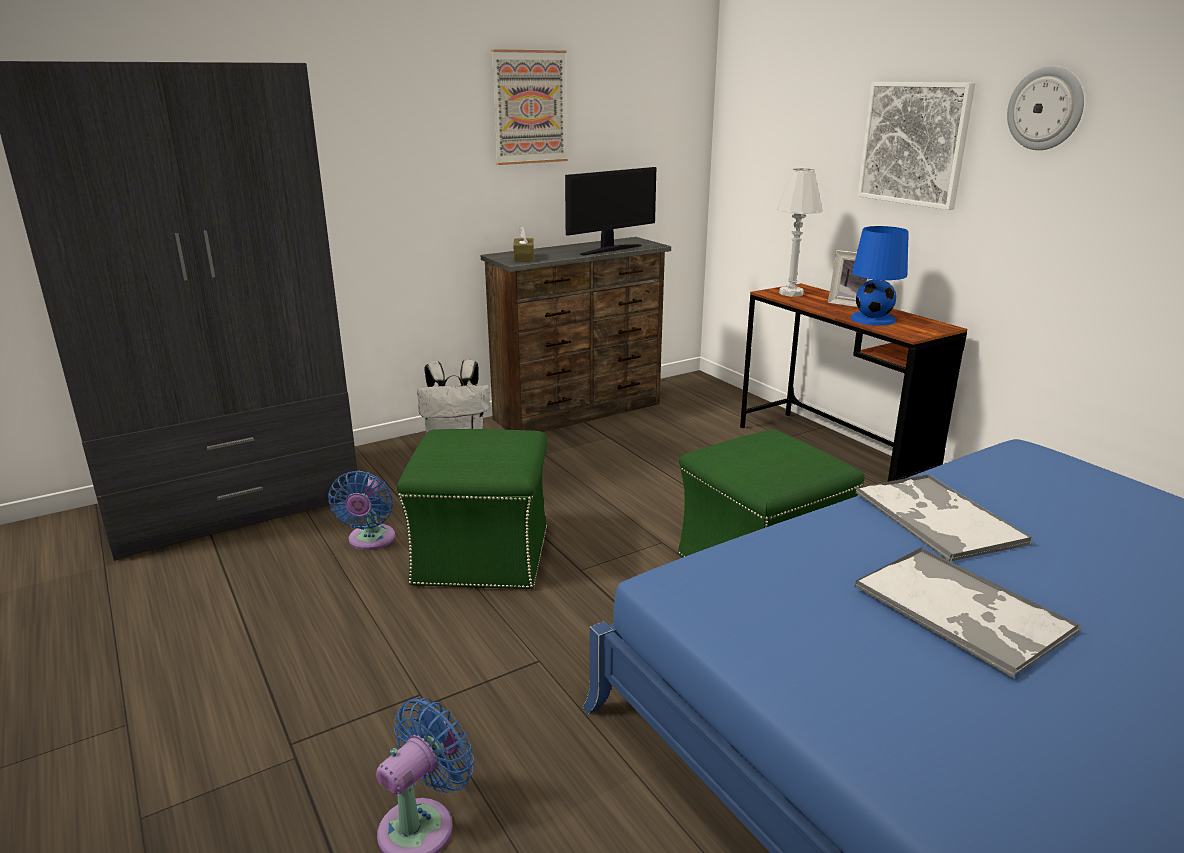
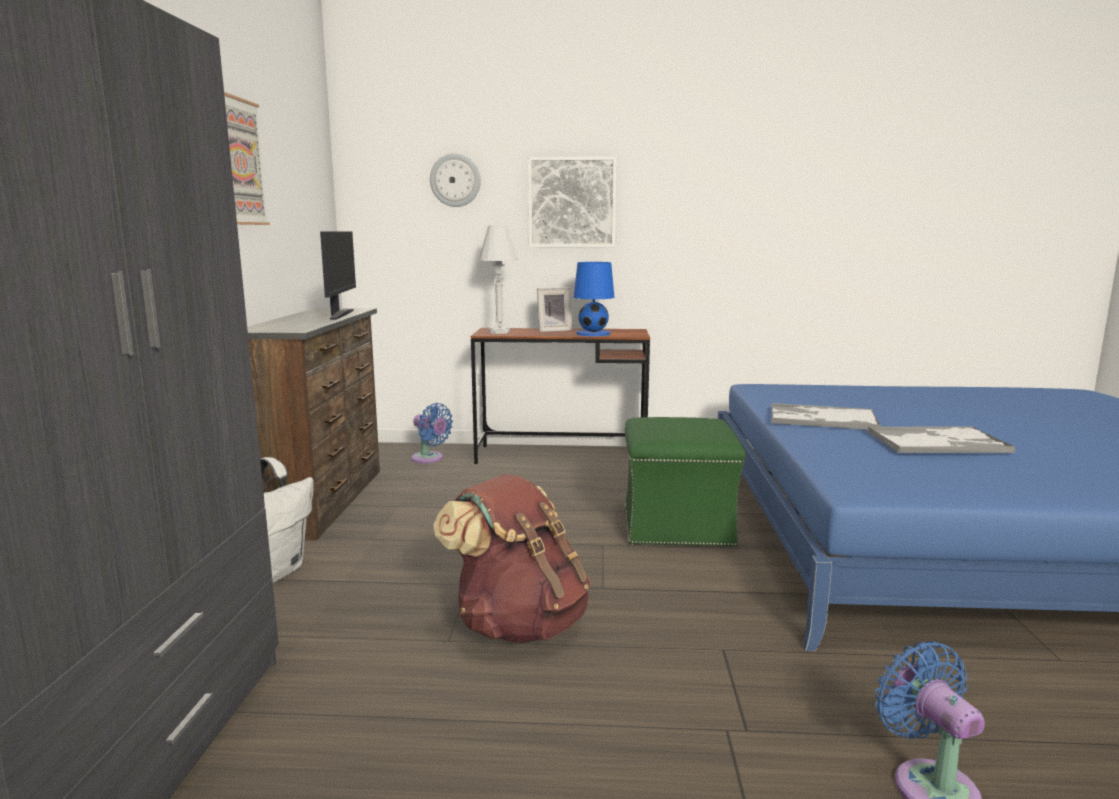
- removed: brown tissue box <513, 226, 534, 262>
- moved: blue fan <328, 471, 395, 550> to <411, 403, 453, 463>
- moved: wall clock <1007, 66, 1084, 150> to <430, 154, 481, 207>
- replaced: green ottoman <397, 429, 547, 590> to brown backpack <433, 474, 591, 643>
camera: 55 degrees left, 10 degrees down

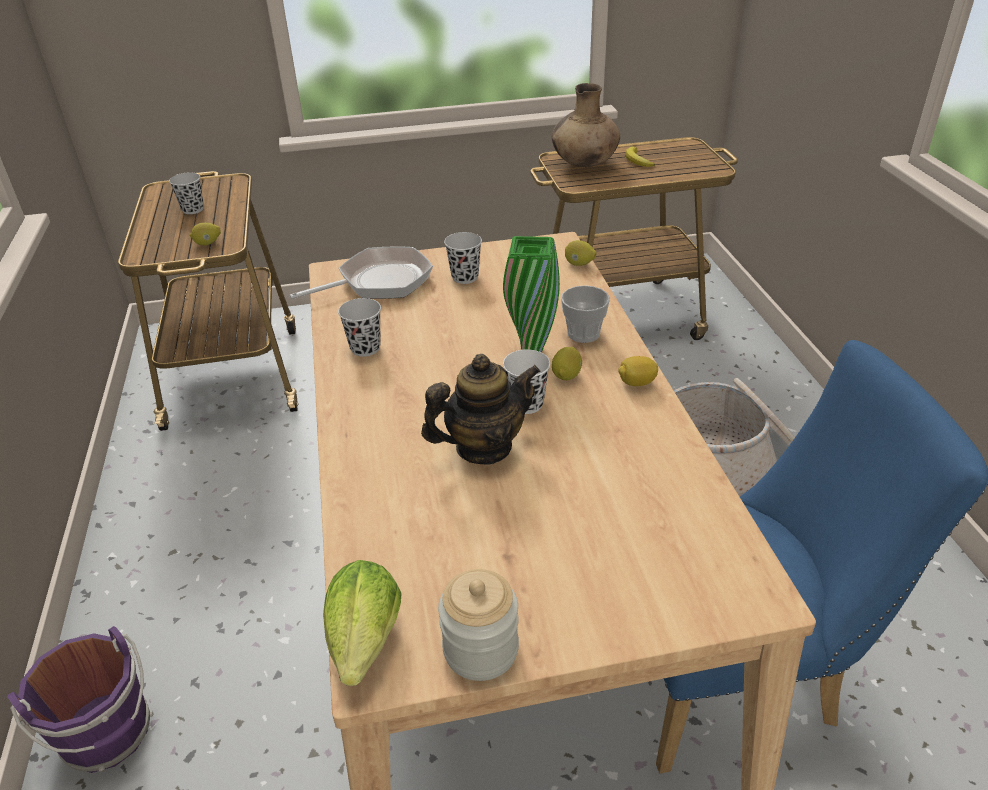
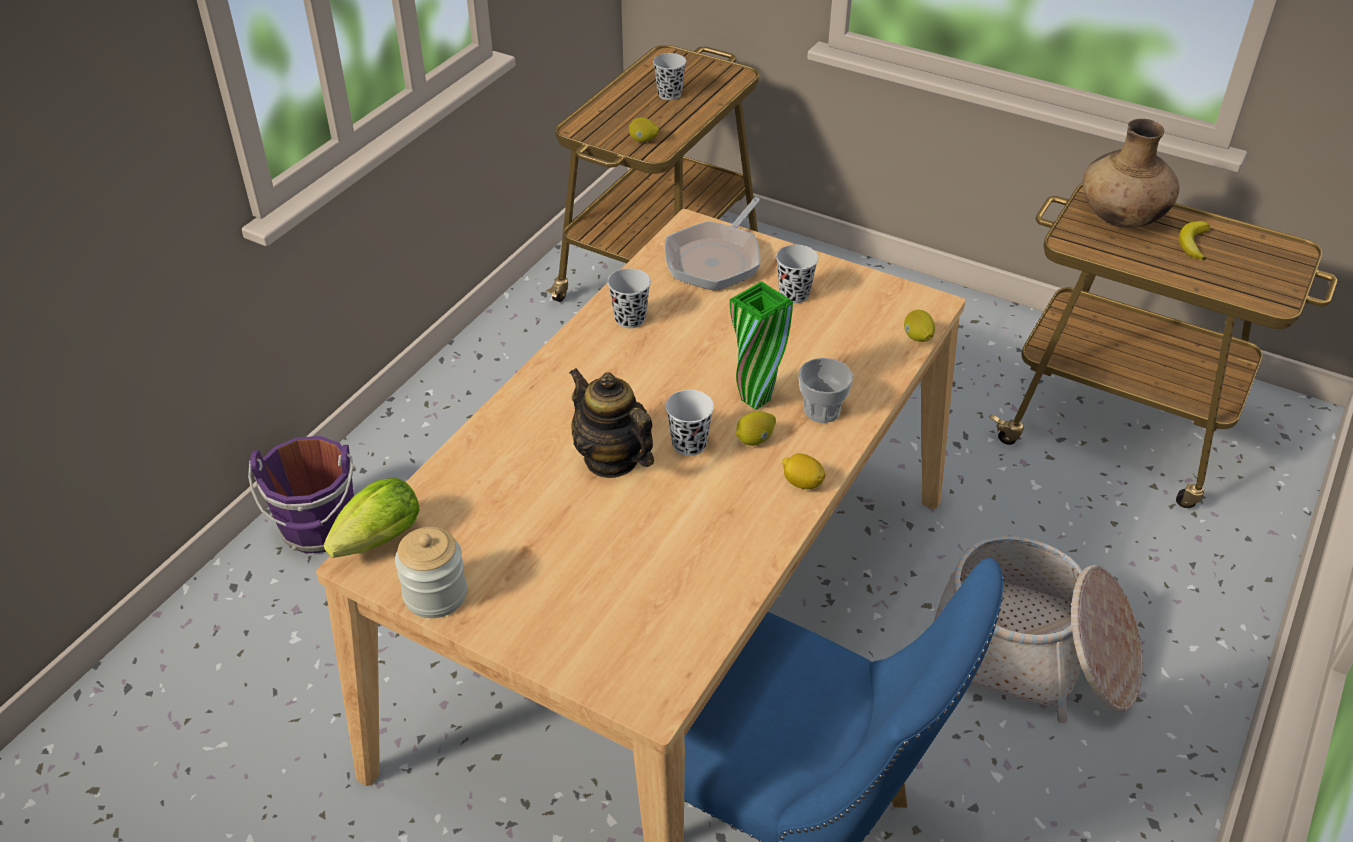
- turned: frying pan <290, 247, 433, 299> = <665, 197, 760, 291> 105 degrees clockwise
- turned: teapot <421, 354, 541, 465> = <569, 368, 654, 478> 150 degrees counterclockwise
camera: 40 degrees right, 5 degrees up

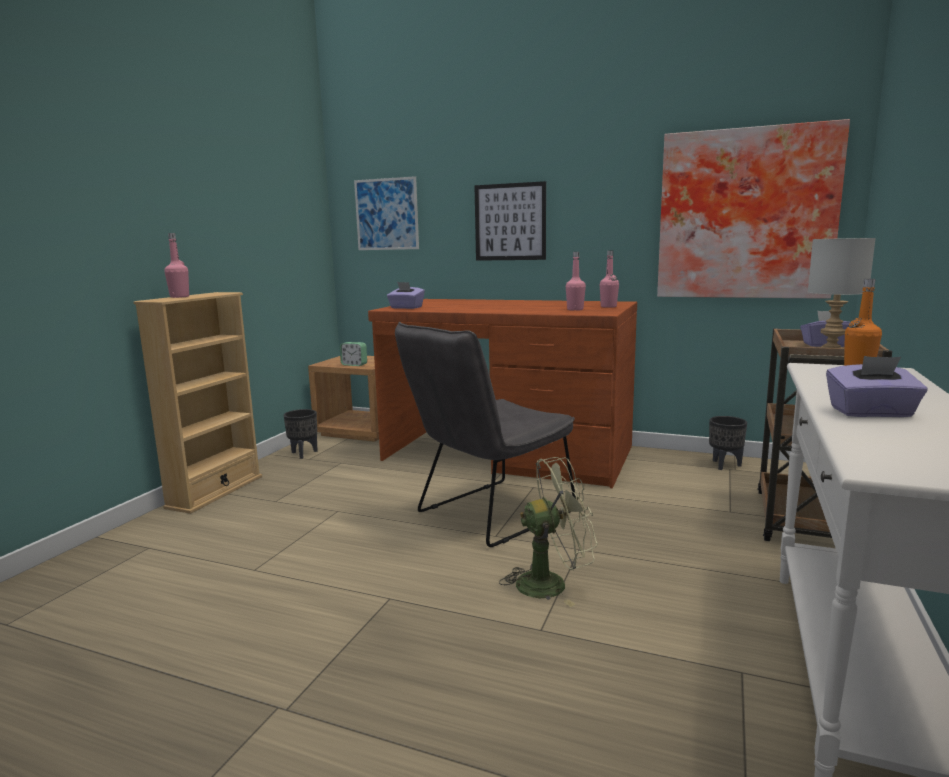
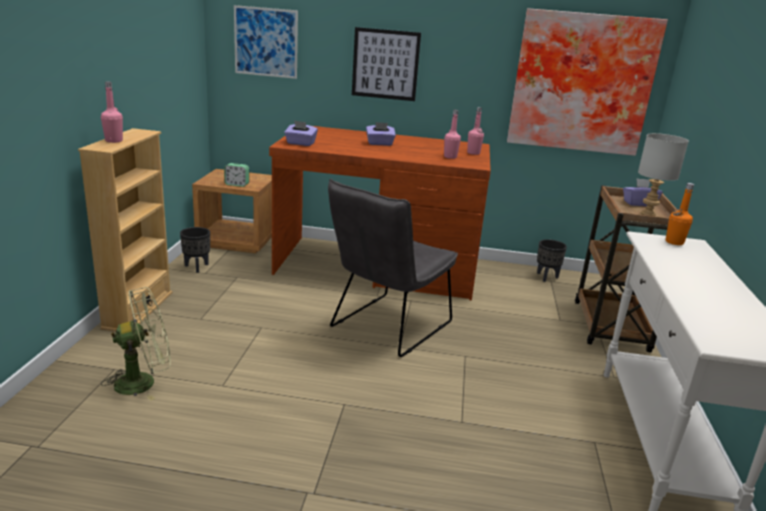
- moved: green fan <499, 457, 598, 607> to <101, 287, 171, 401>
- moved: purple tissue box <826, 356, 927, 417> to <366, 122, 396, 146>
camera: 15 degrees left, 10 degrees up

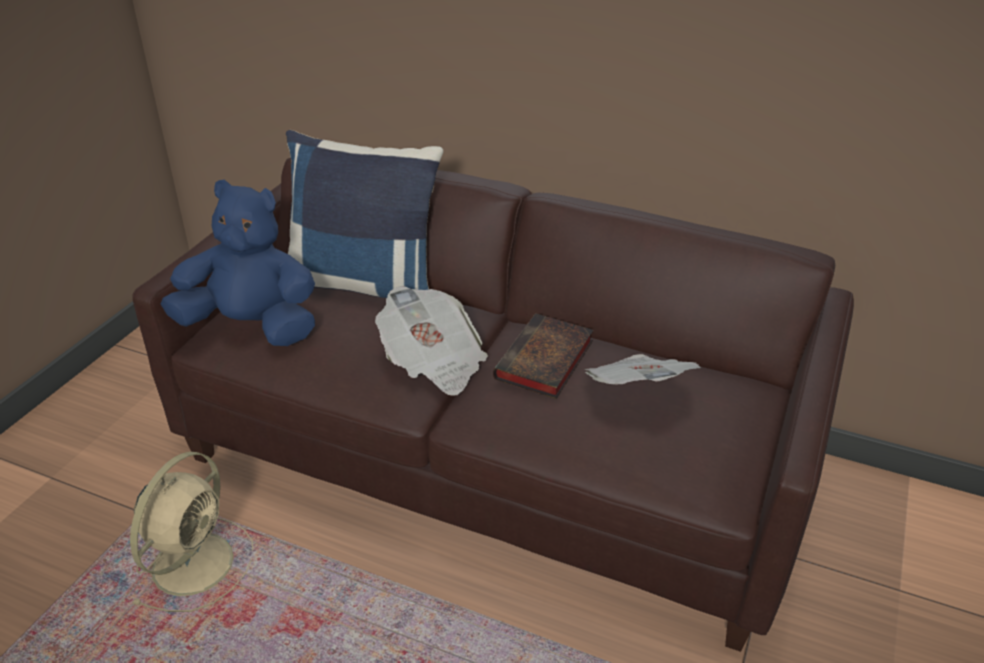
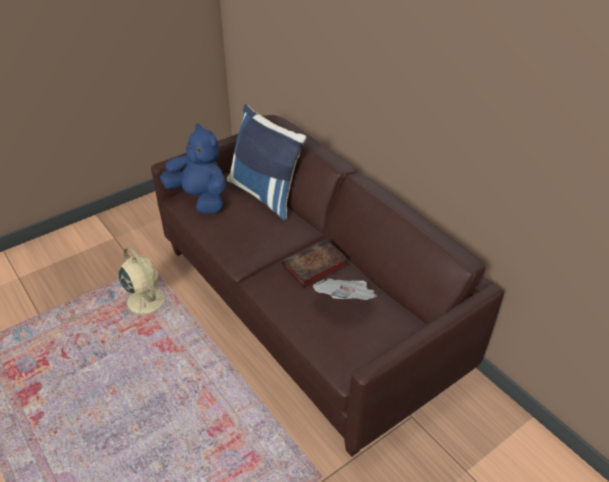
- removed: newspaper <375, 286, 488, 395>
- turned: beige fan <130, 452, 253, 612> = <116, 247, 174, 323> 90 degrees counterclockwise
camera: 30 degrees right, 5 degrees up

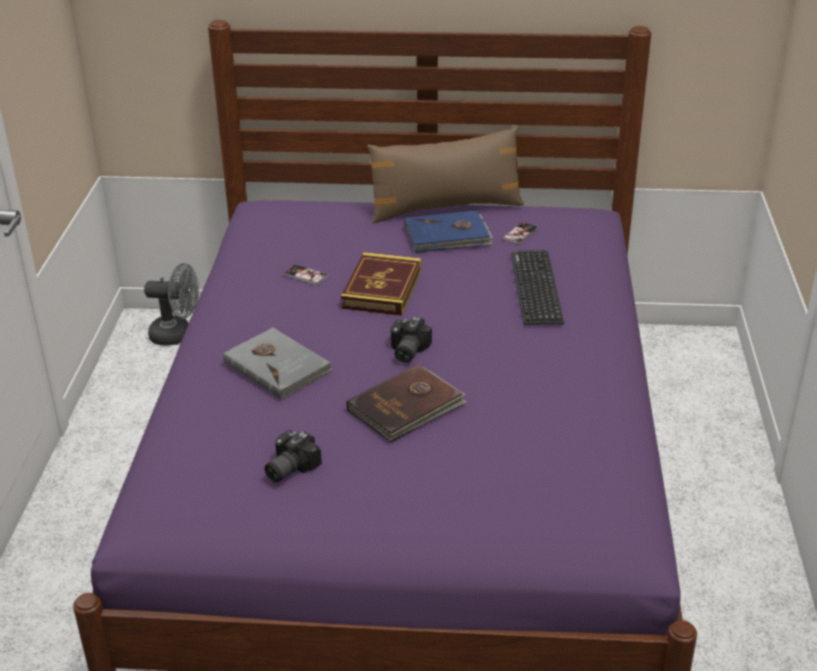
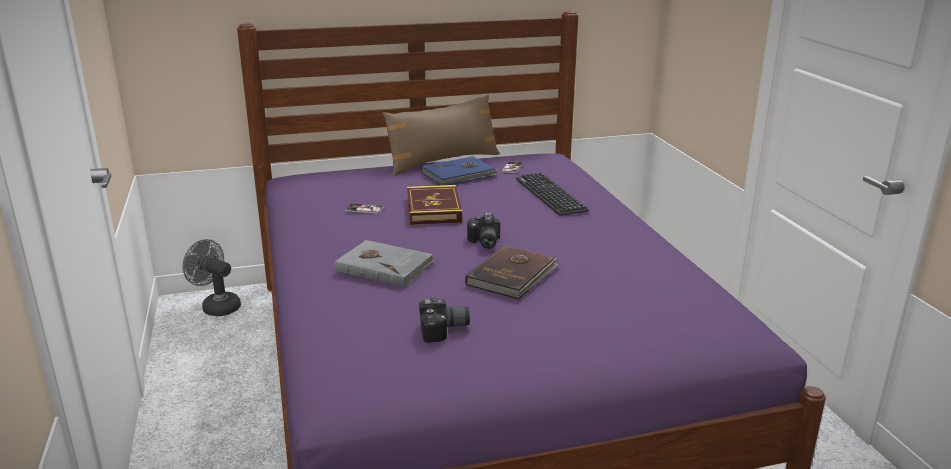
- turned: grey fan <144, 263, 199, 346> = <183, 239, 241, 316> 135 degrees counterclockwise
- turned: photo camera <265, 430, 322, 482> = <419, 298, 470, 343> 120 degrees counterclockwise
camera: 20 degrees left, 10 degrees down

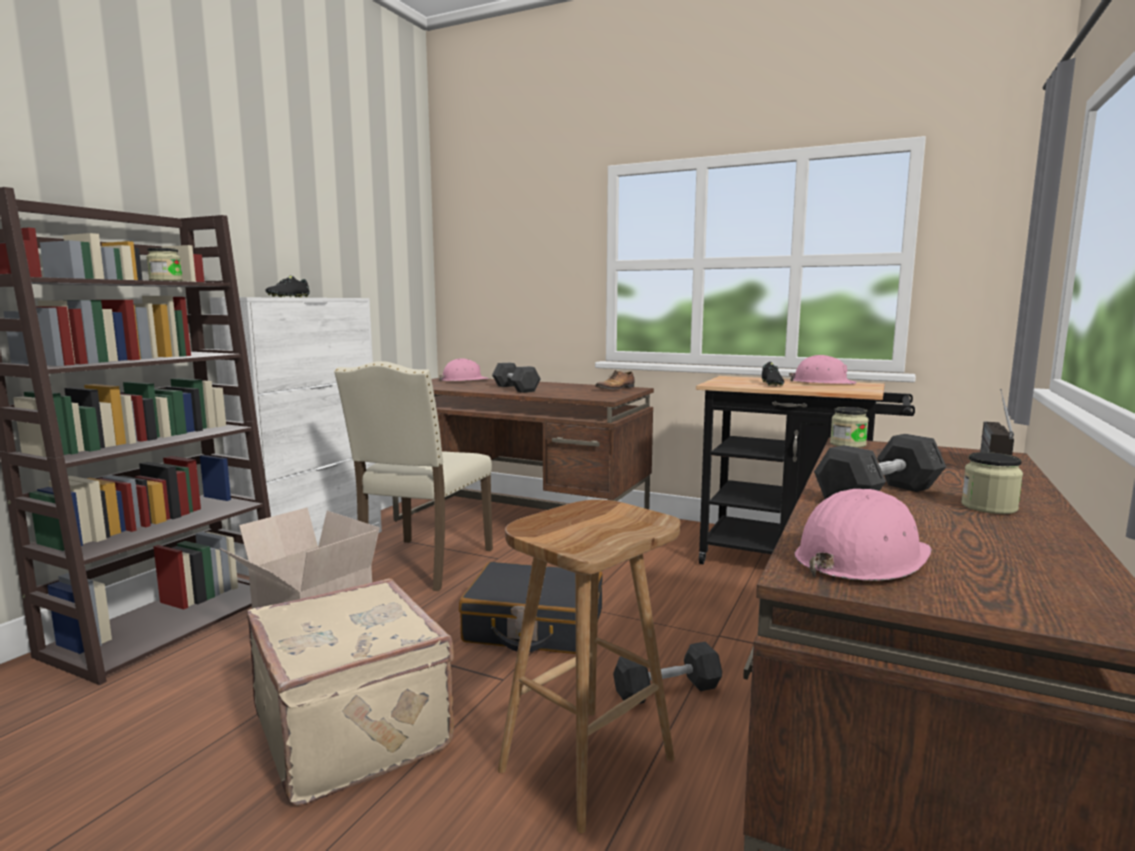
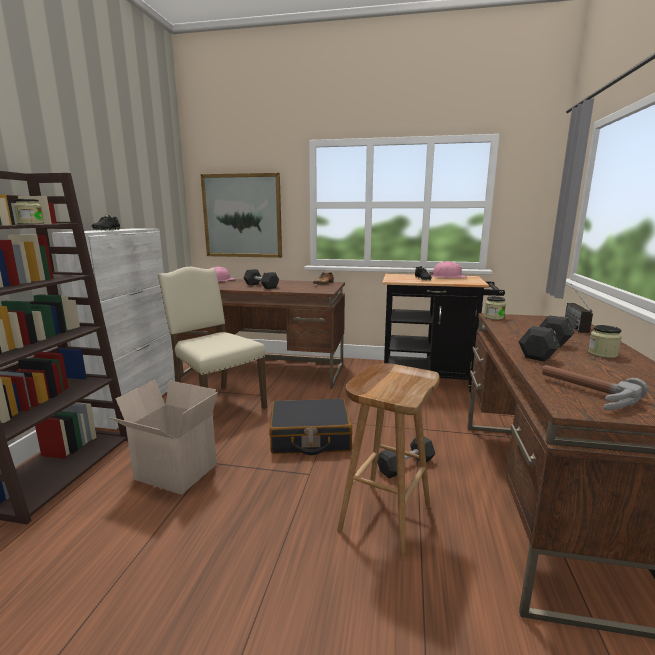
- removed: beige suitcase <247, 578, 454, 806>
- added: picture <201, 173, 282, 258>
- replaced: pink hard hat <794, 489, 932, 581> to hammer <542, 365, 648, 410>
- turned: beige chair <334, 361, 493, 591> = <158, 267, 267, 409> 135 degrees clockwise
camera: 15 degrees left, 5 degrees up

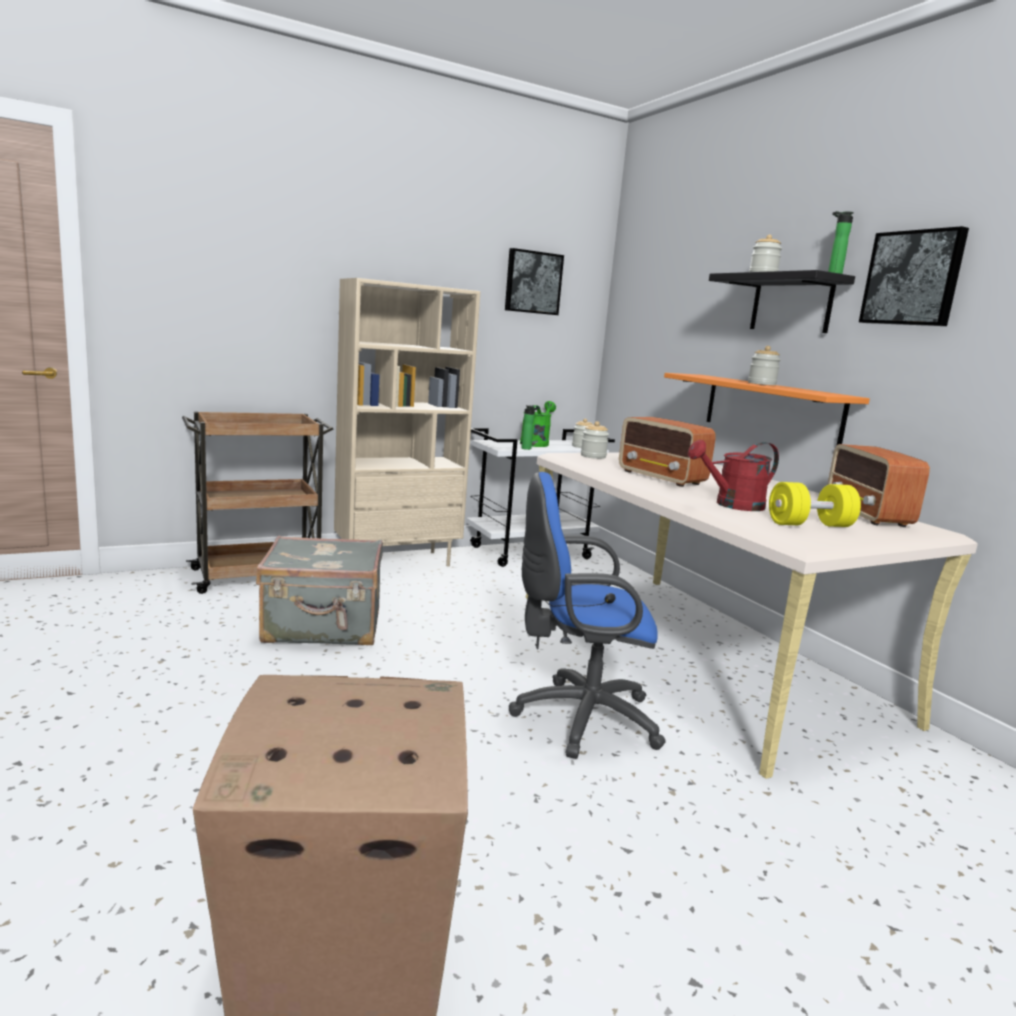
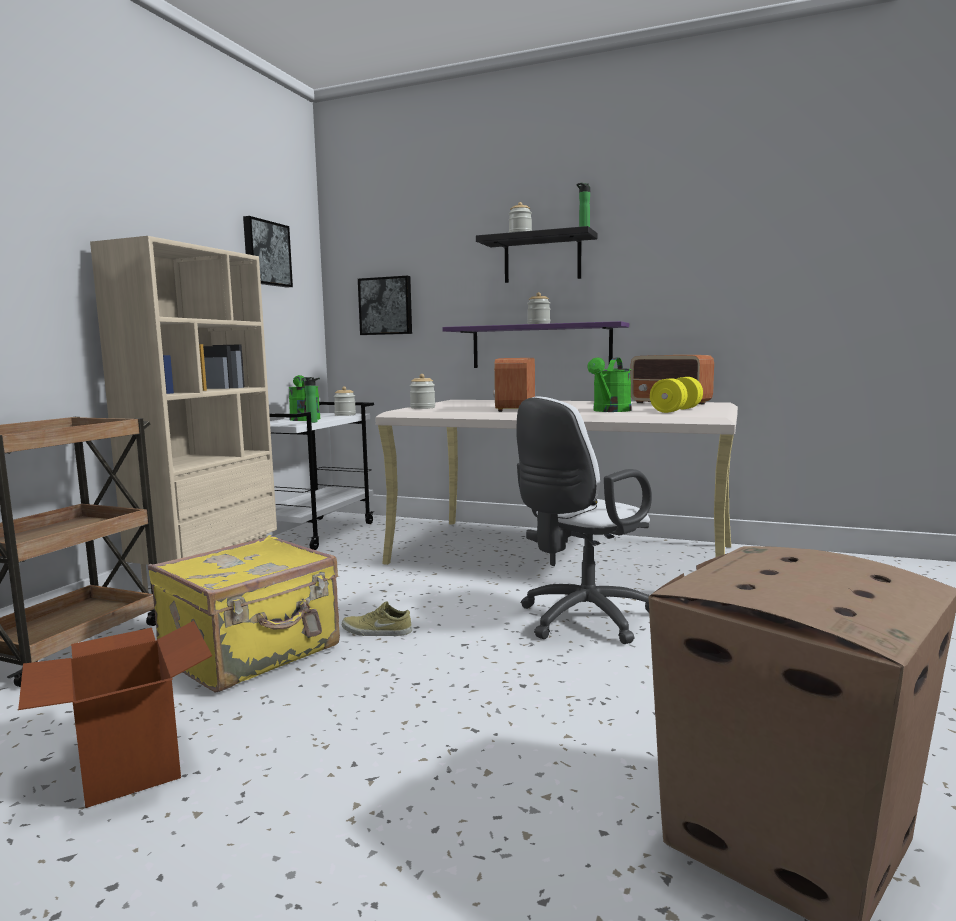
- added: cardboard box <18, 621, 212, 808>
- added: beige shoe <342, 601, 412, 636>
- moved: picture <859, 226, 969, 326> to <358, 276, 412, 335>
- recoloured: grey suitcase <256, 536, 383, 645> to yellow suitcase <148, 535, 340, 693>
- recoloured: blue office chair <509, 472, 666, 759> to white office chair <517, 397, 652, 644>
- recoloured: orange shelf <664, 373, 870, 446> to purple shelf <442, 321, 629, 368>
- recoloured: red watering can <688, 440, 779, 511> to green watering can <587, 357, 632, 412>
- turned: radio <619, 417, 715, 487> = <493, 358, 535, 412> 90 degrees clockwise
camera: 40 degrees left, 5 degrees down

